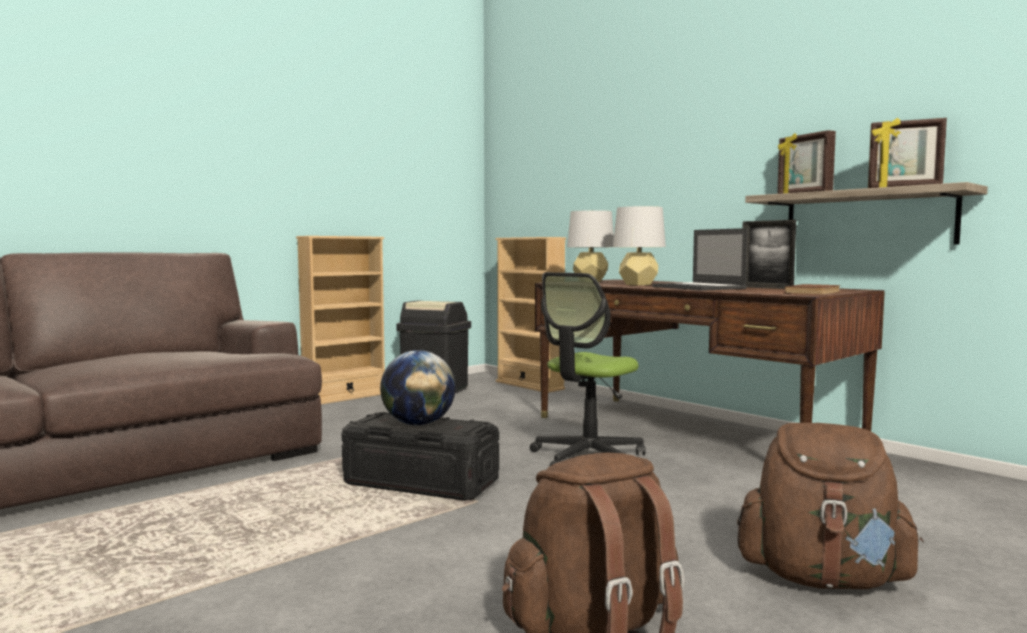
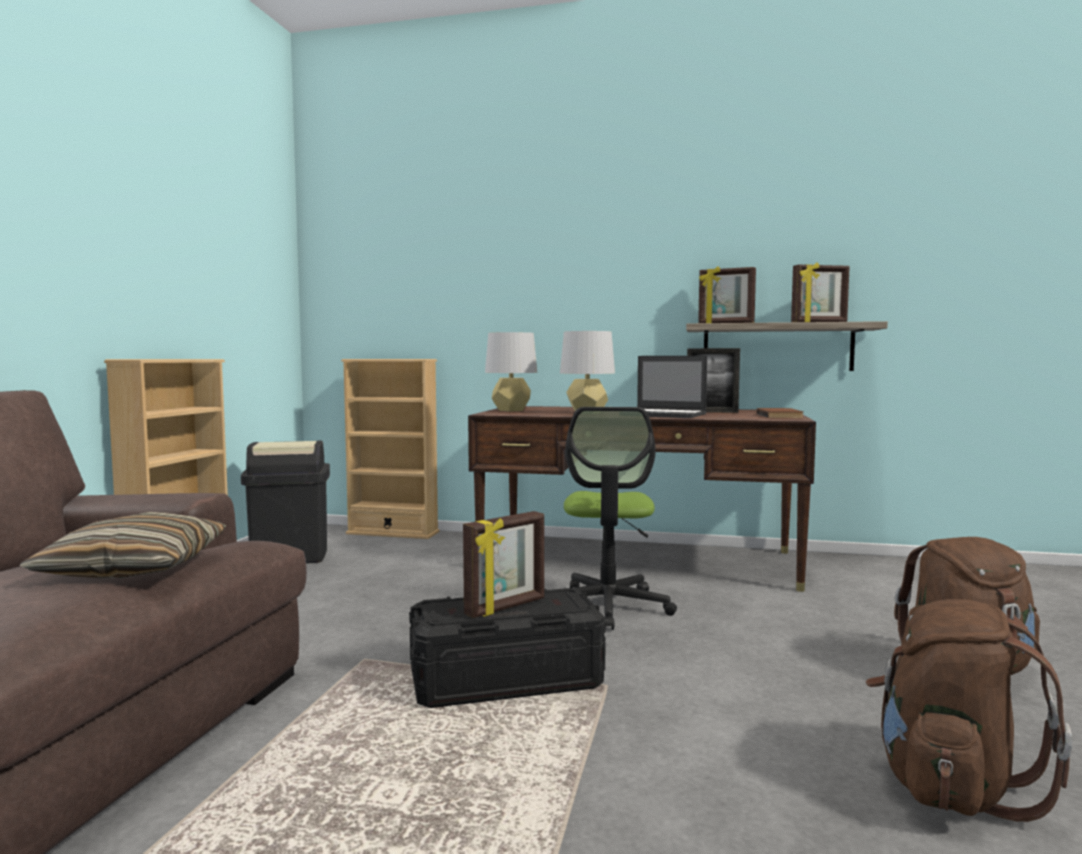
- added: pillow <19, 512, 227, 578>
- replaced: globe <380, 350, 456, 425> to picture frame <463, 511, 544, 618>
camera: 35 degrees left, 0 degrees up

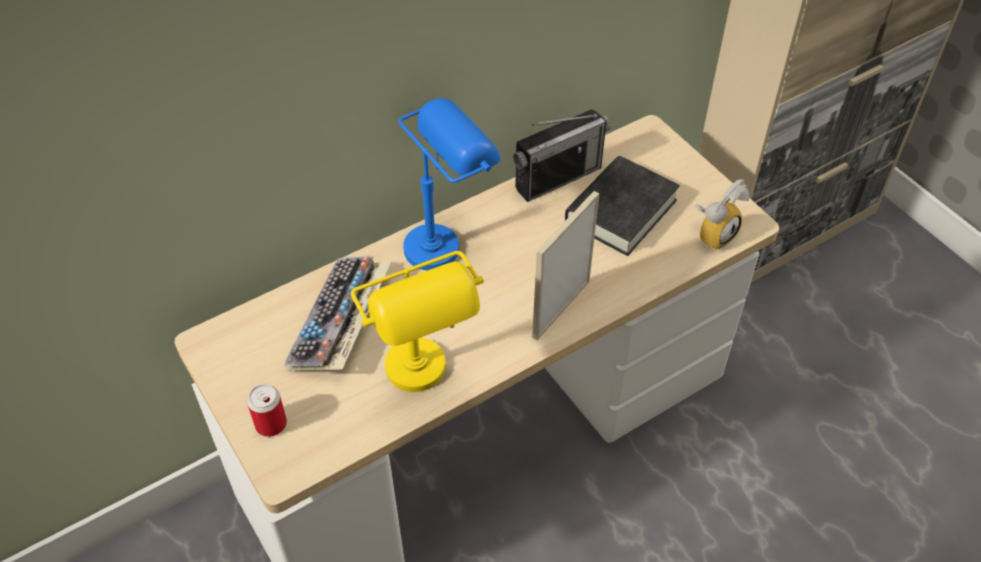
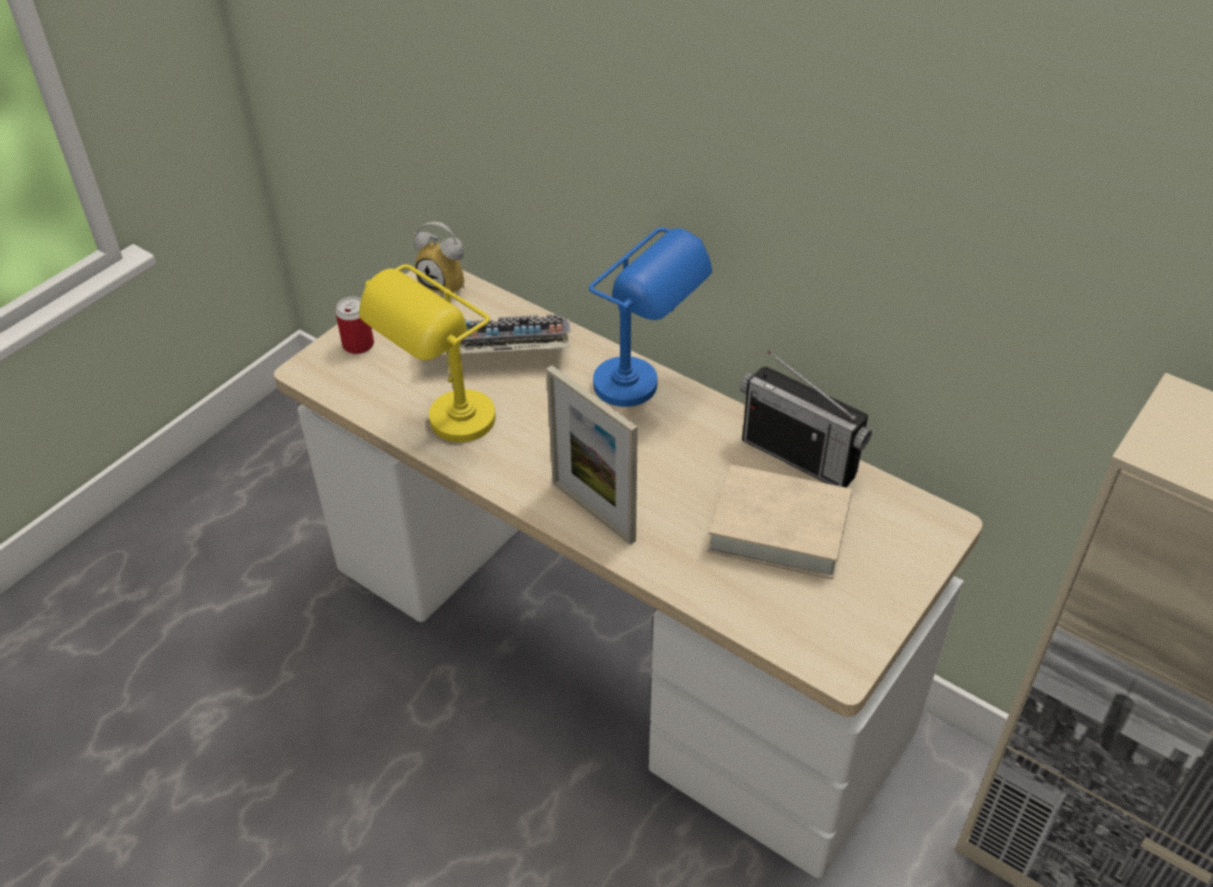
- moved: alarm clock <695, 179, 749, 251> to <414, 222, 465, 294>
- recoloured: black book <565, 156, 680, 256> to beige book <707, 464, 852, 579>
- turned: picture frame <532, 191, 600, 340> = <546, 366, 638, 545> 150 degrees counterclockwise
camera: 70 degrees right, 5 degrees down

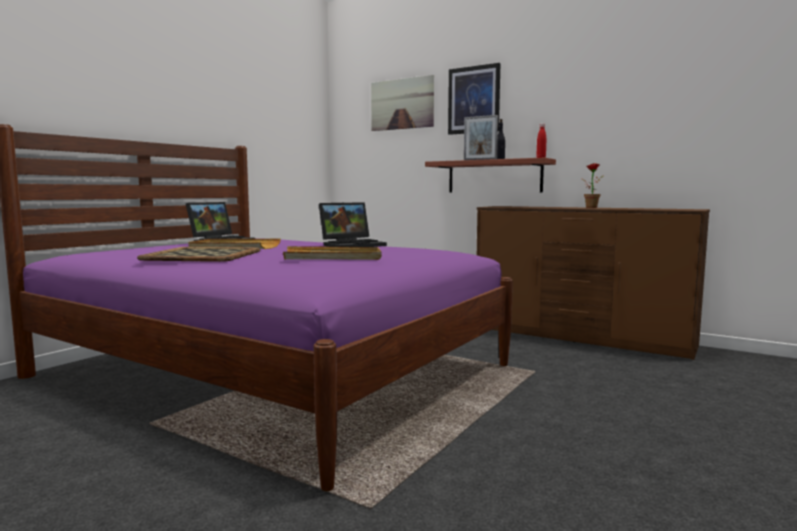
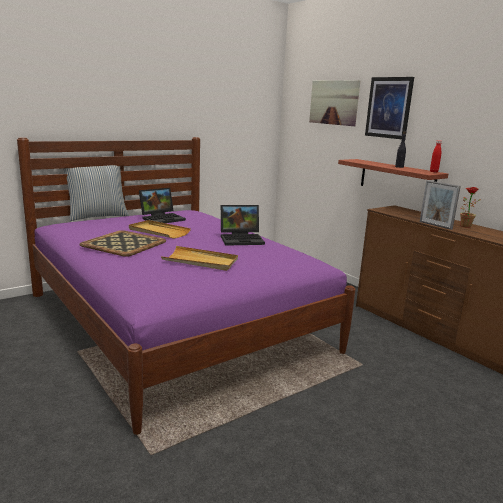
- added: pillow <63, 165, 129, 221>
- moved: picture frame <464, 115, 498, 160> to <420, 180, 461, 230>
camera: 20 degrees right, 10 degrees up

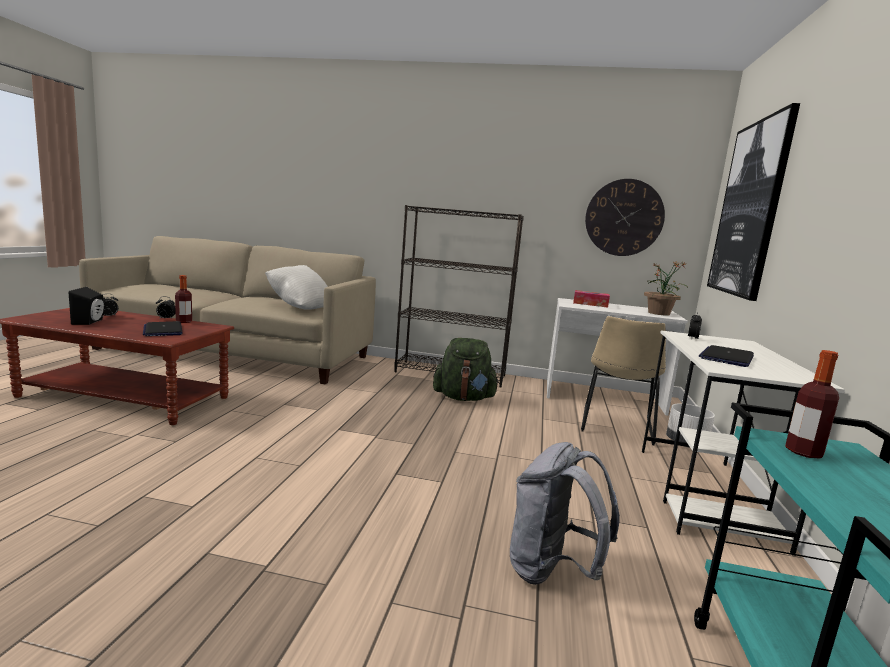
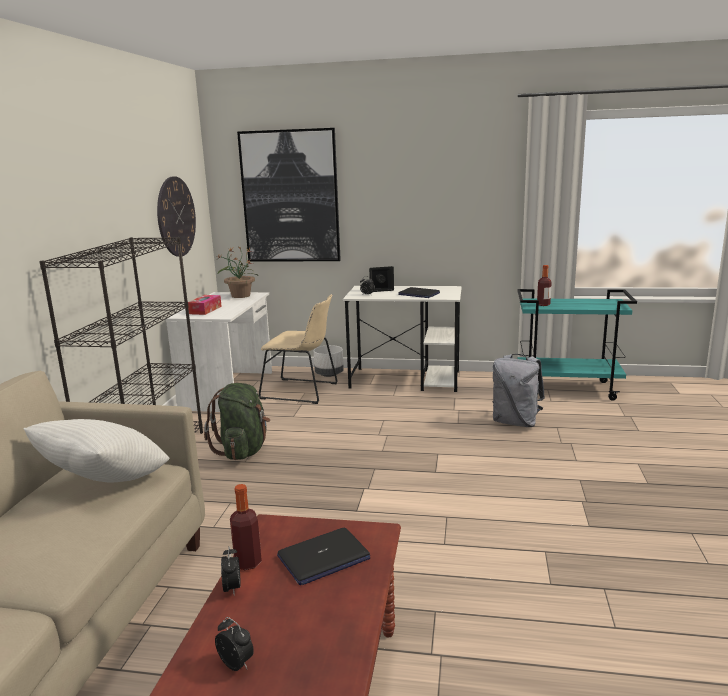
- moved: black speaker <69, 287, 104, 325> to <369, 266, 394, 292>
camera: 90 degrees left, 5 degrees up

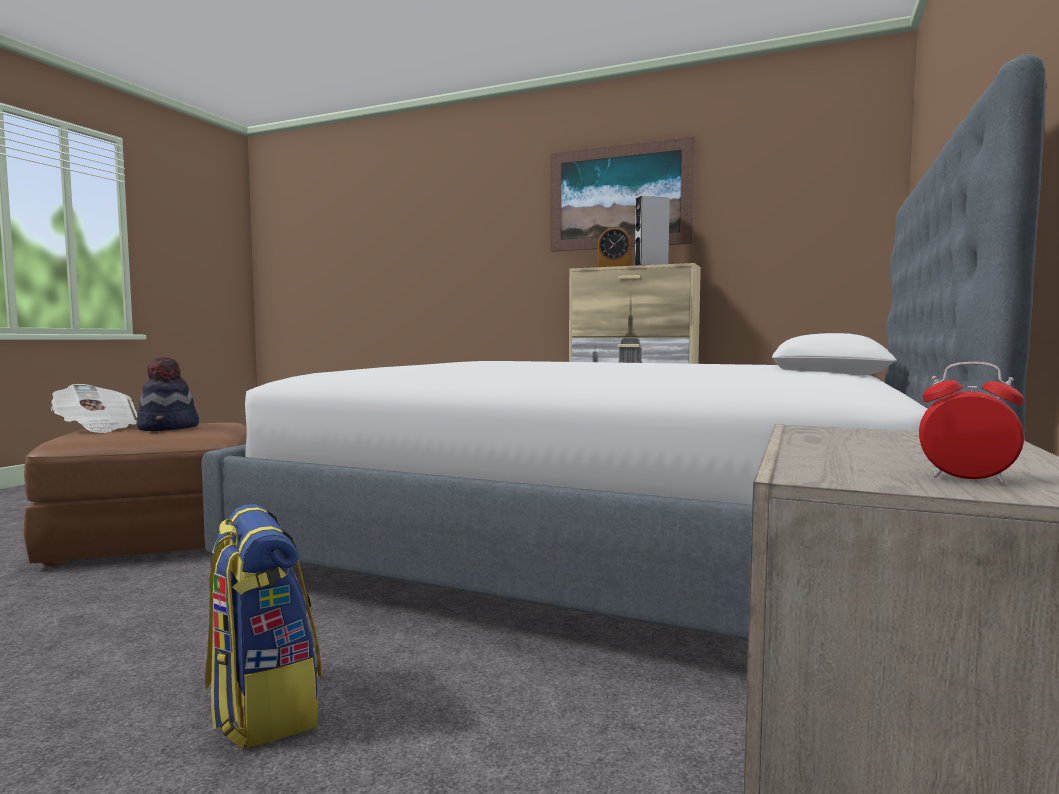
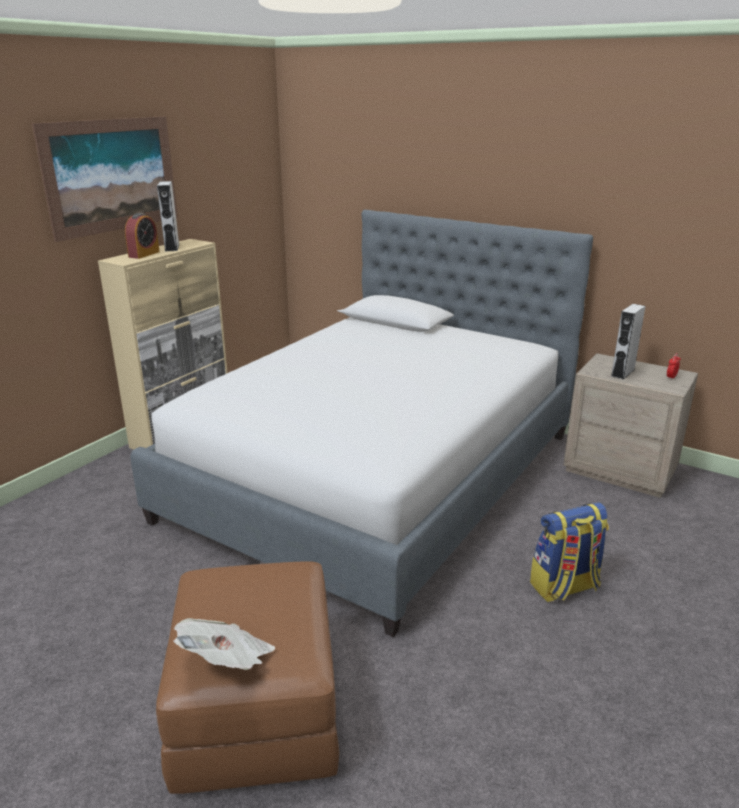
- removed: hat <137, 357, 199, 431>
- added: grey speaker <611, 304, 646, 380>
camera: 80 degrees left, 20 degrees up

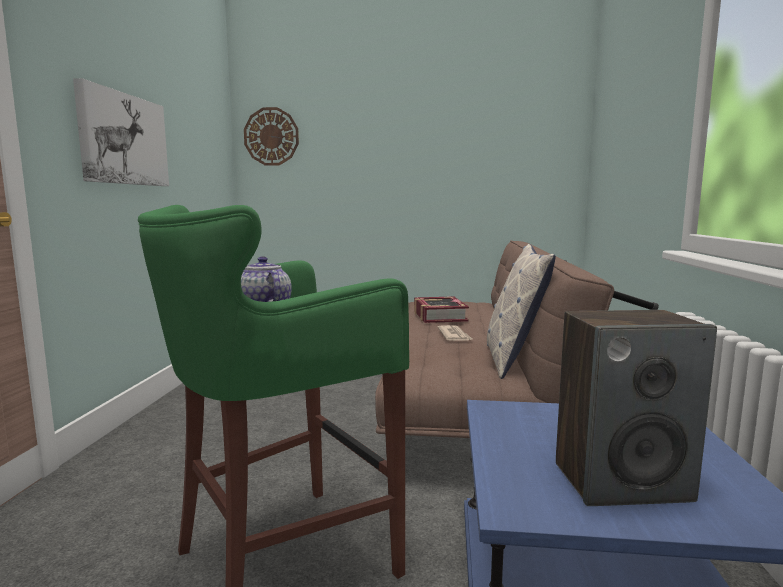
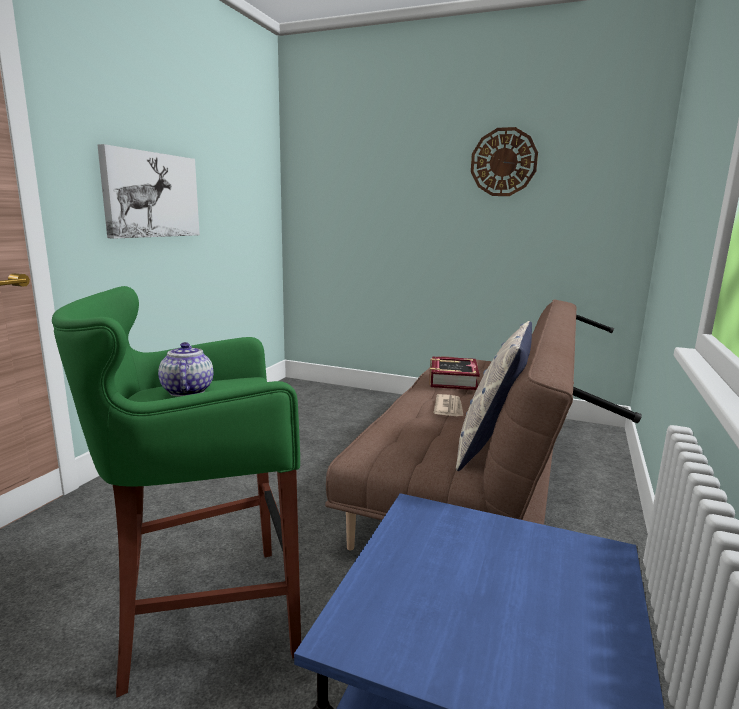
- removed: speaker <556, 310, 717, 506>
- moved: wall clock <244, 107, 299, 166> to <471, 127, 538, 196>
camera: 15 degrees right, 5 degrees up

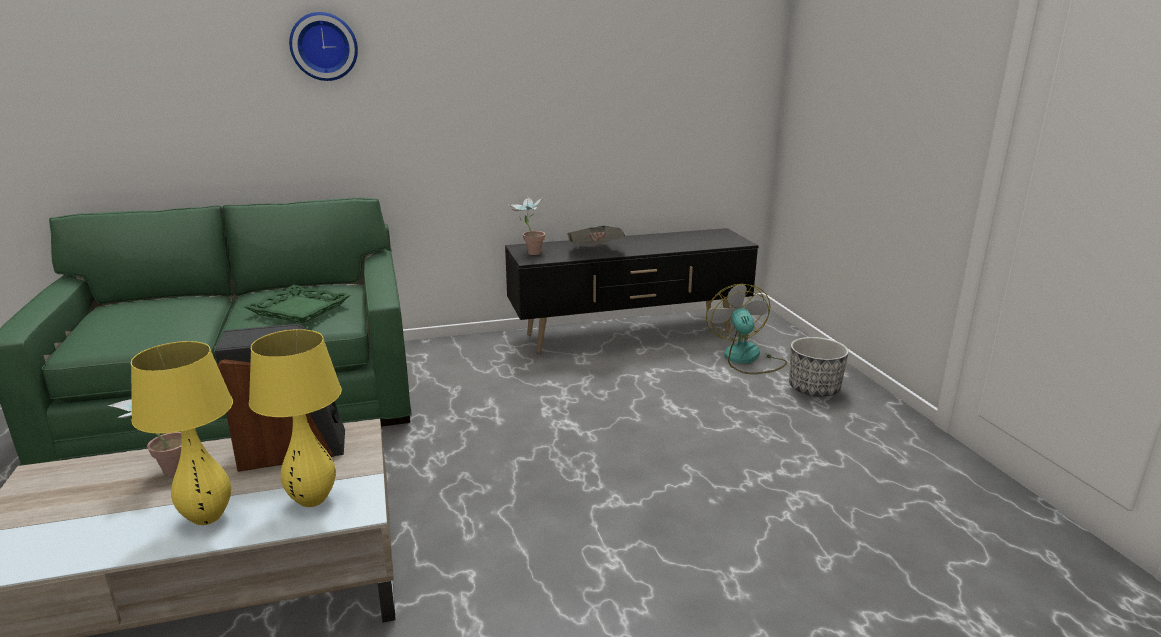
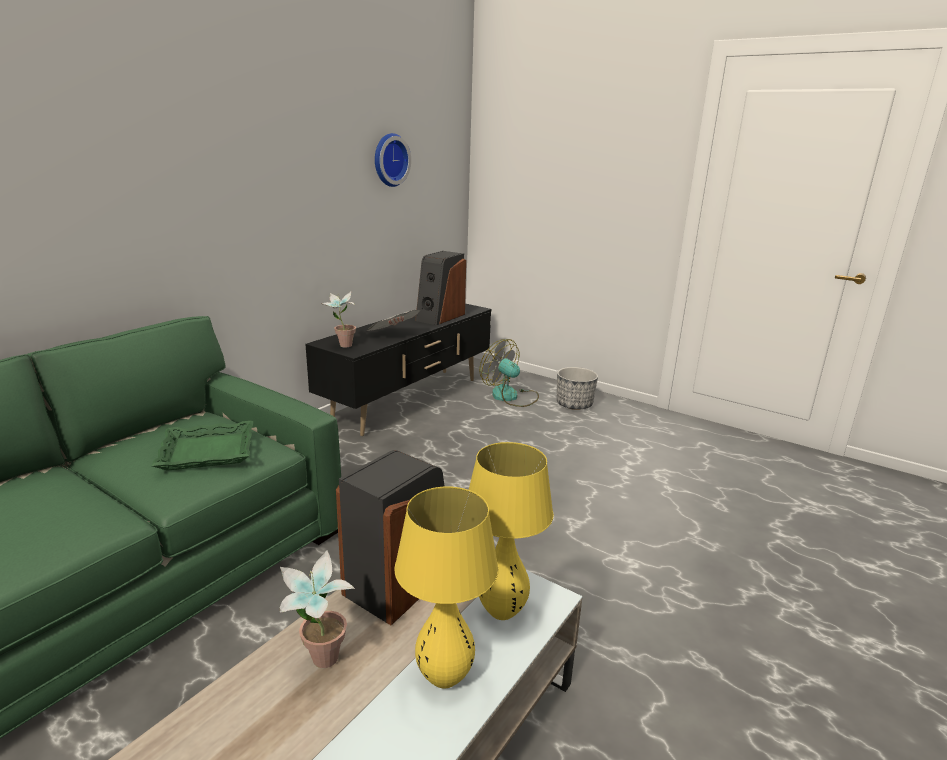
- added: speaker <415, 251, 466, 325>
- moved: wall clock <289, 12, 358, 81> to <375, 133, 411, 187>
camera: 40 degrees left, 0 degrees up

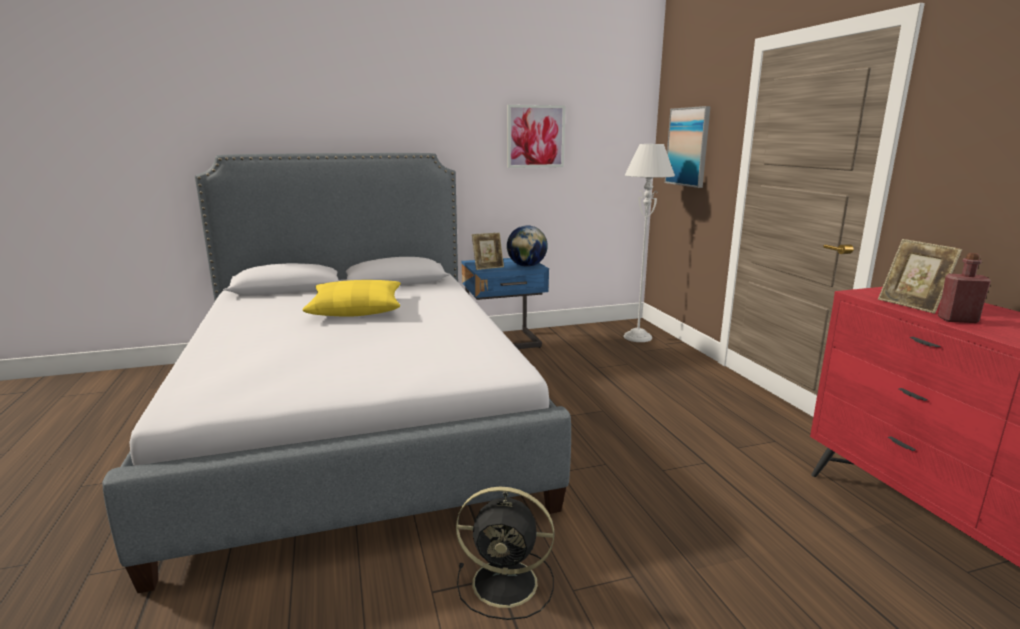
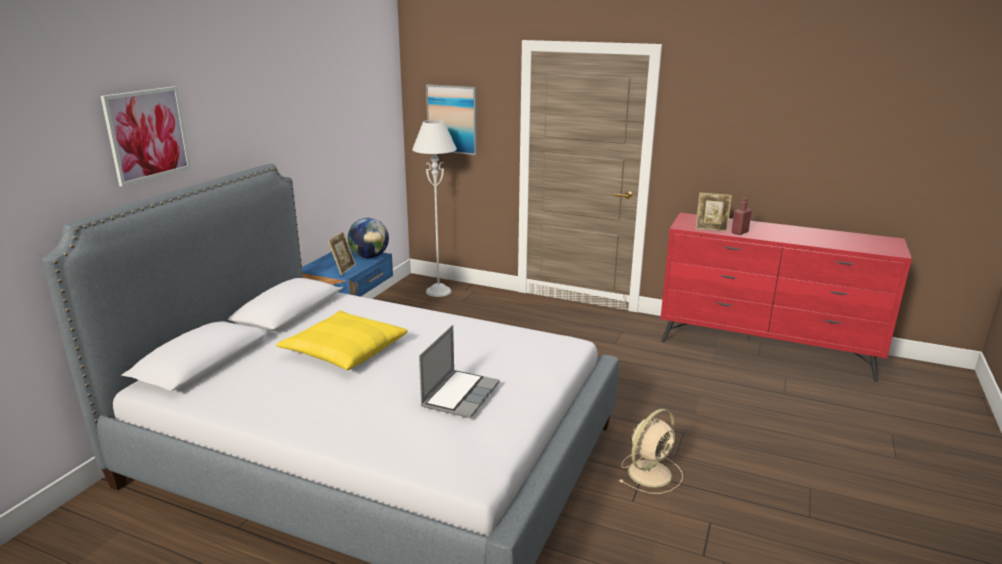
- added: laptop <419, 325, 500, 418>
- moved: picture <507, 105, 565, 168> to <100, 86, 191, 187>
- recoloured: black fan <456, 487, 554, 620> to beige fan <619, 409, 683, 494>
camera: 50 degrees left, 5 degrees up

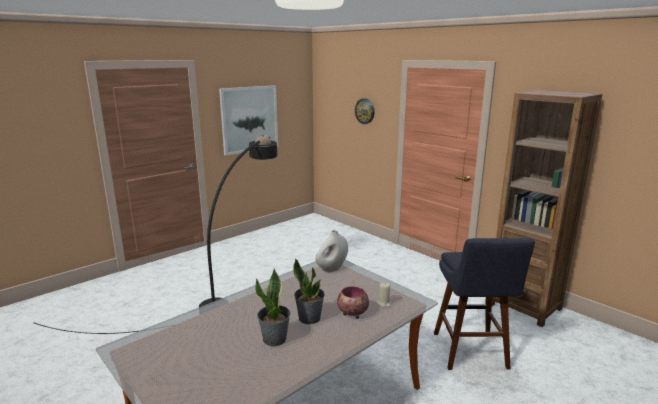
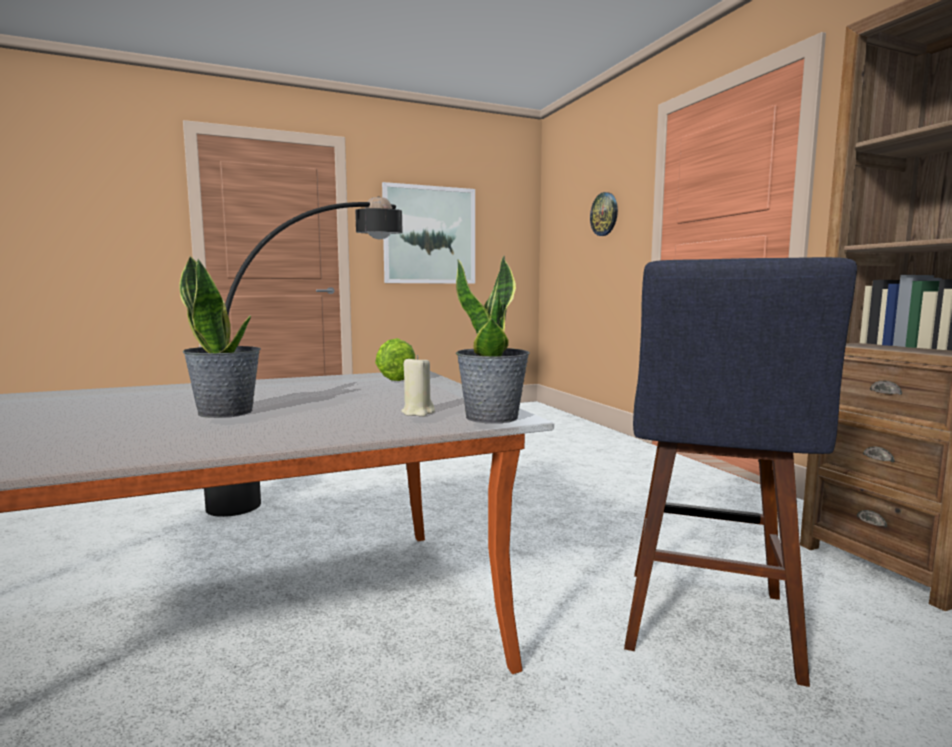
- removed: bowl <337, 286, 369, 319>
- moved: potted plant <256, 268, 291, 346> to <456, 256, 530, 424>
- replaced: white vase <315, 230, 348, 272> to lettuce <375, 338, 415, 381>
camera: 20 degrees right, 10 degrees down

